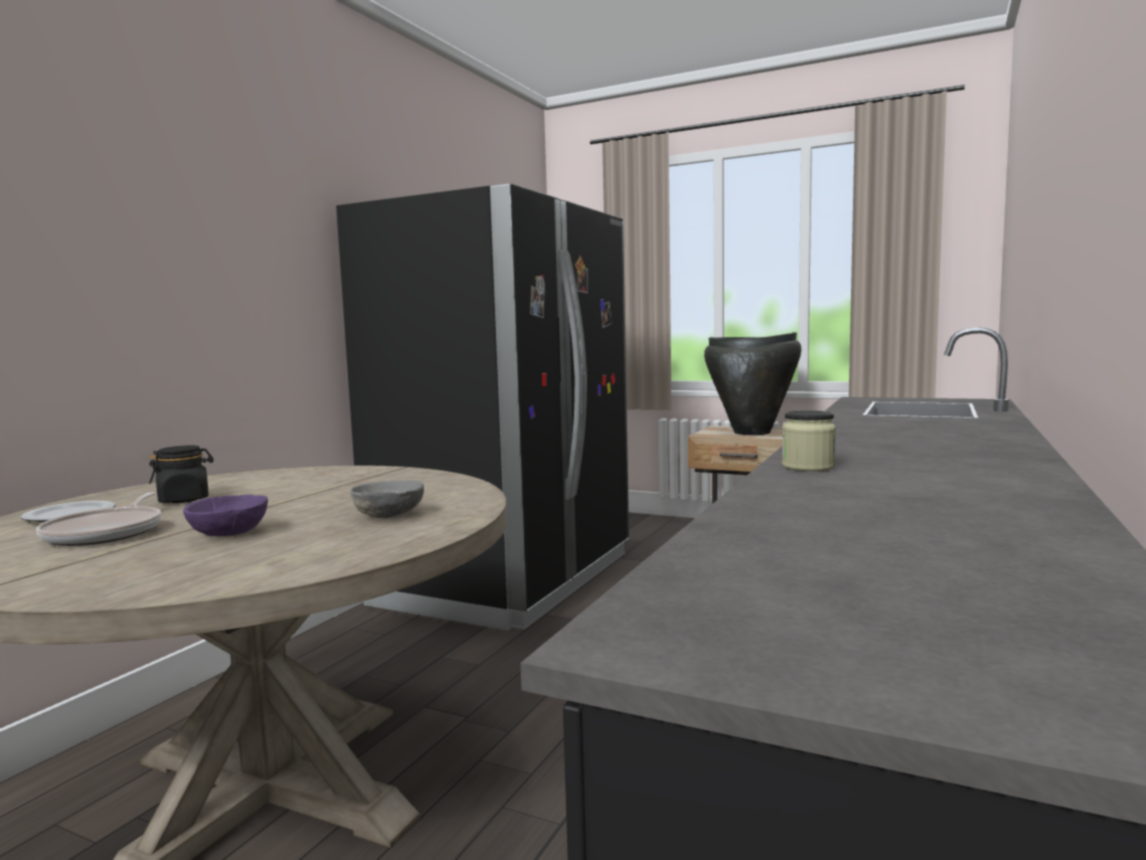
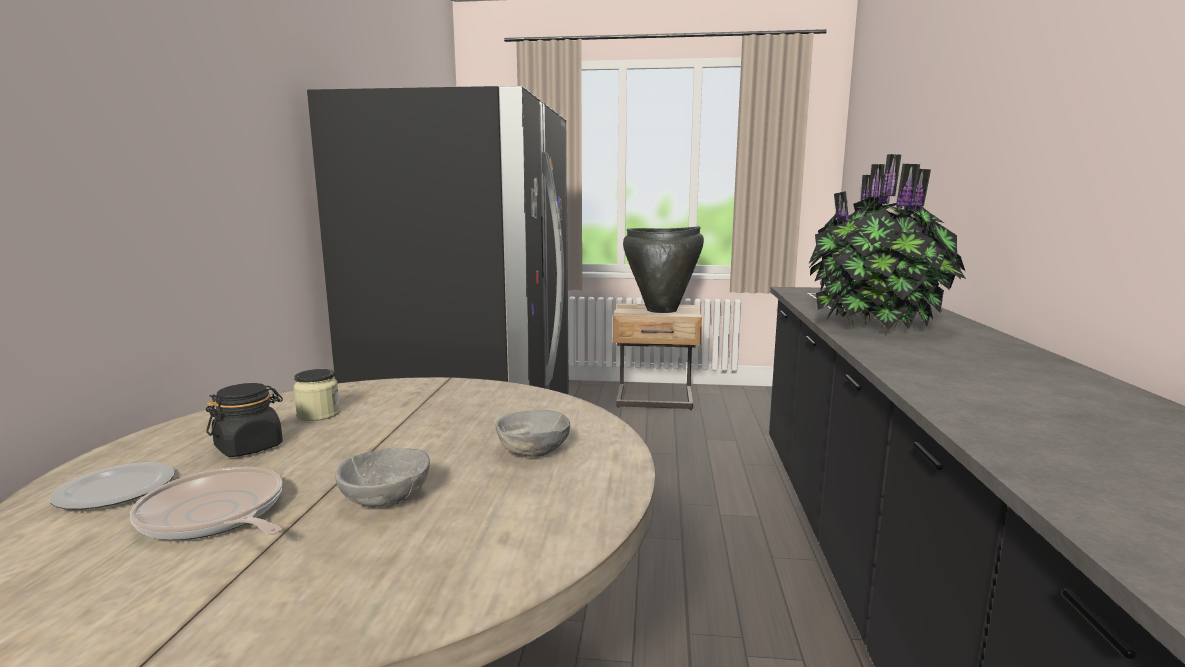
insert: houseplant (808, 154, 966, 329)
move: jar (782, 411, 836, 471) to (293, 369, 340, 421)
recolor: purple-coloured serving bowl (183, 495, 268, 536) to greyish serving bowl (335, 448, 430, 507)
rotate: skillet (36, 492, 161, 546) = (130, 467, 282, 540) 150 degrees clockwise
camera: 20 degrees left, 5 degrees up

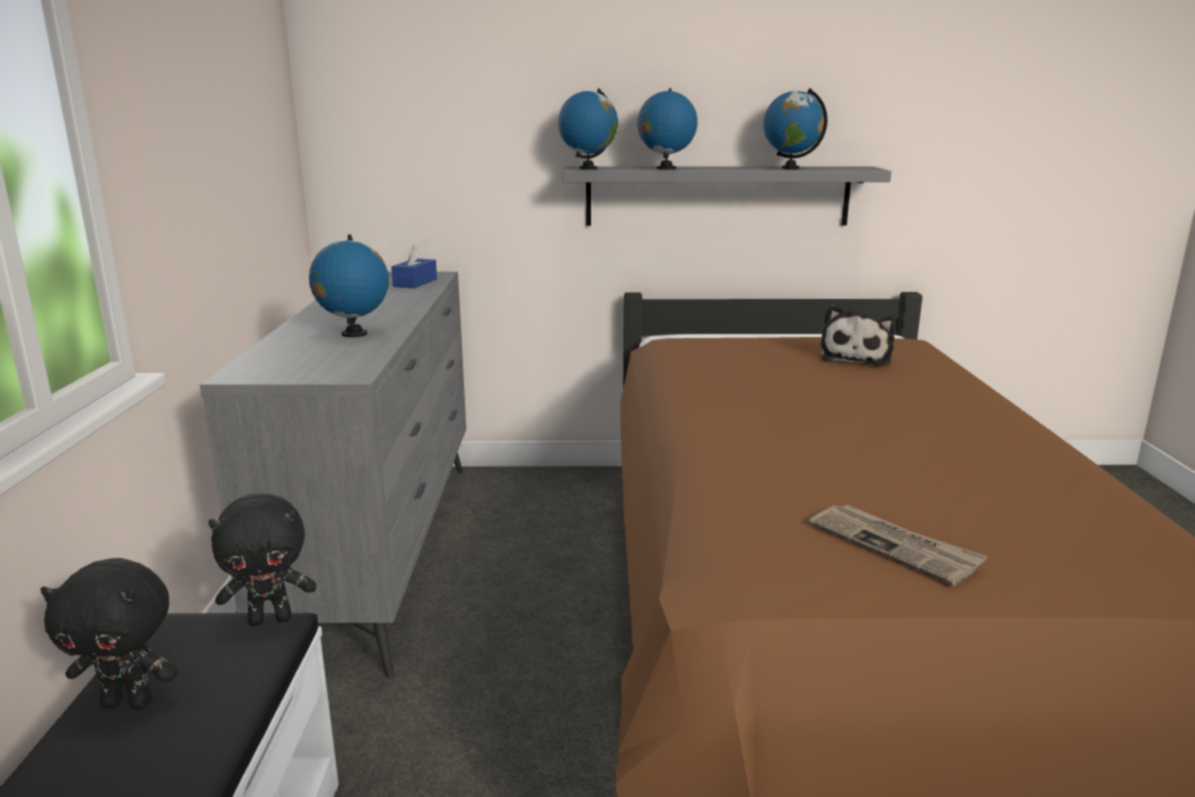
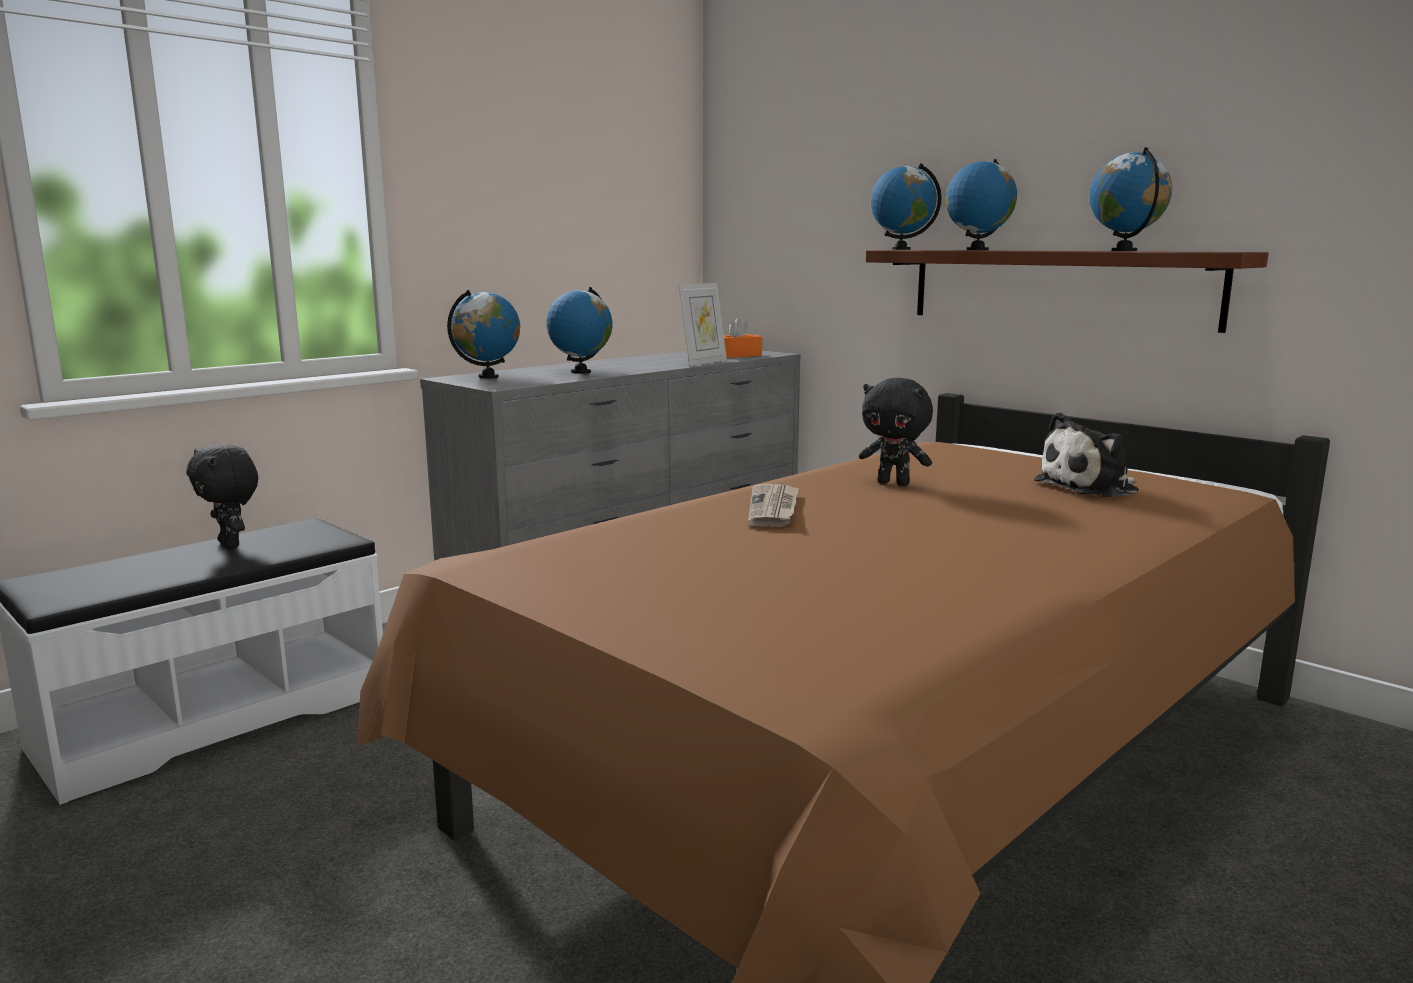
insert: globe (447, 289, 520, 378); photo frame (679, 283, 727, 366)
move: printed paper (809, 505, 988, 586) to (748, 484, 799, 527); black soft toy (208, 493, 316, 626) to (859, 378, 933, 486)
recolor: blue-coloured tissue holder (391, 243, 437, 288) to orange-coloured tissue holder (724, 317, 762, 358); greyish wall shelf (562, 166, 892, 226) to brown wall shelf (866, 250, 1269, 333)
camera: 45 degrees right, 5 degrees down

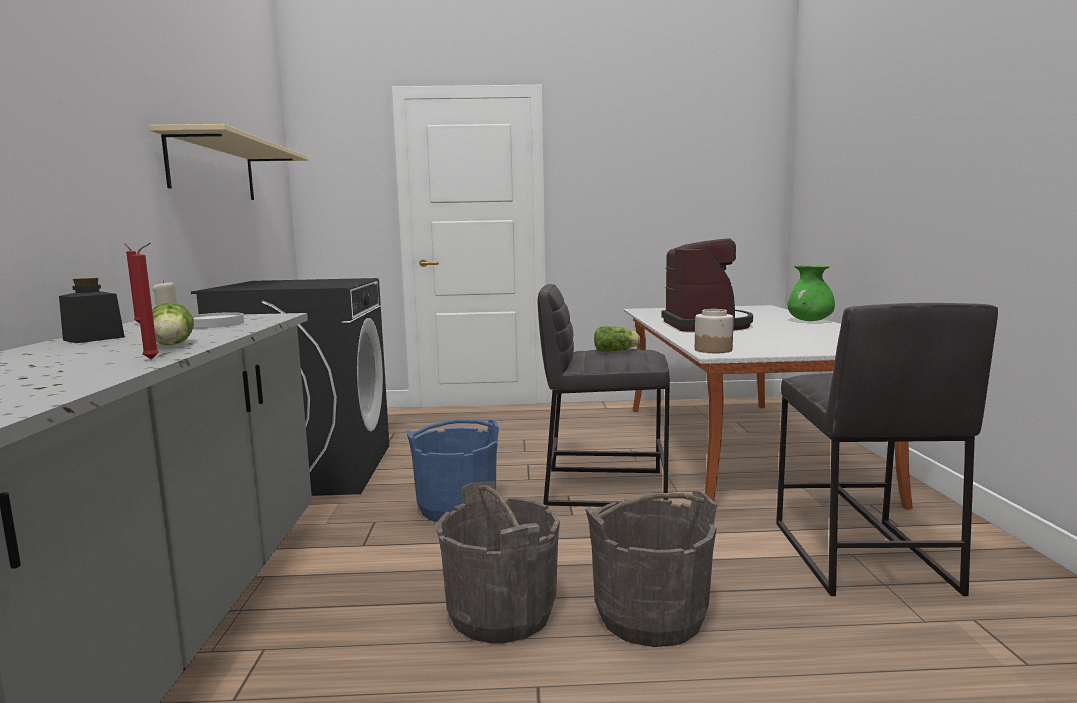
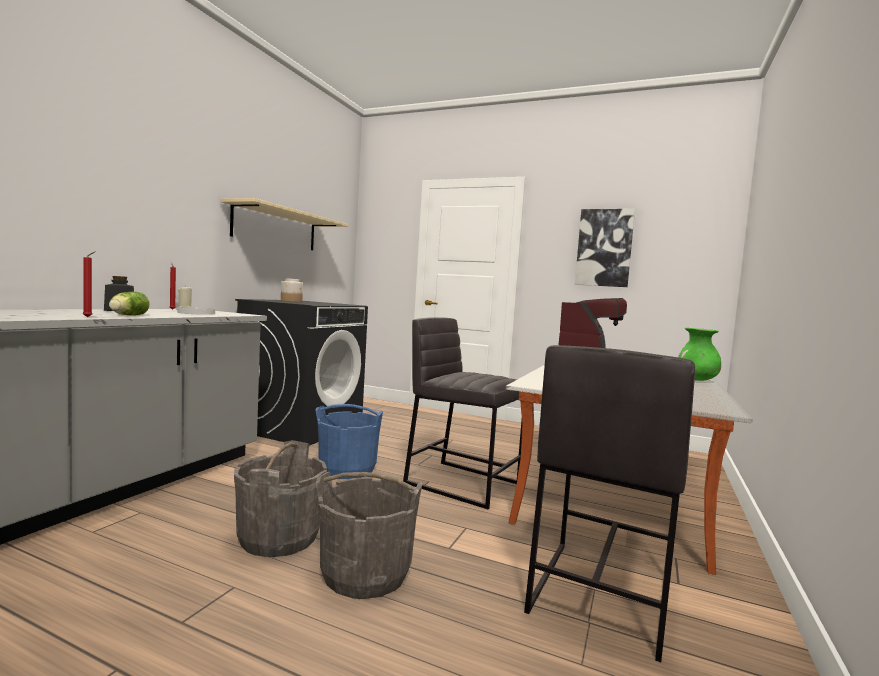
delete: lettuce head (594, 326, 640, 352)
insert: wall art (575, 209, 635, 287)
move: jar (695, 309, 734, 353) to (281, 278, 303, 302)
camera: 25 degrees right, 5 degrees down

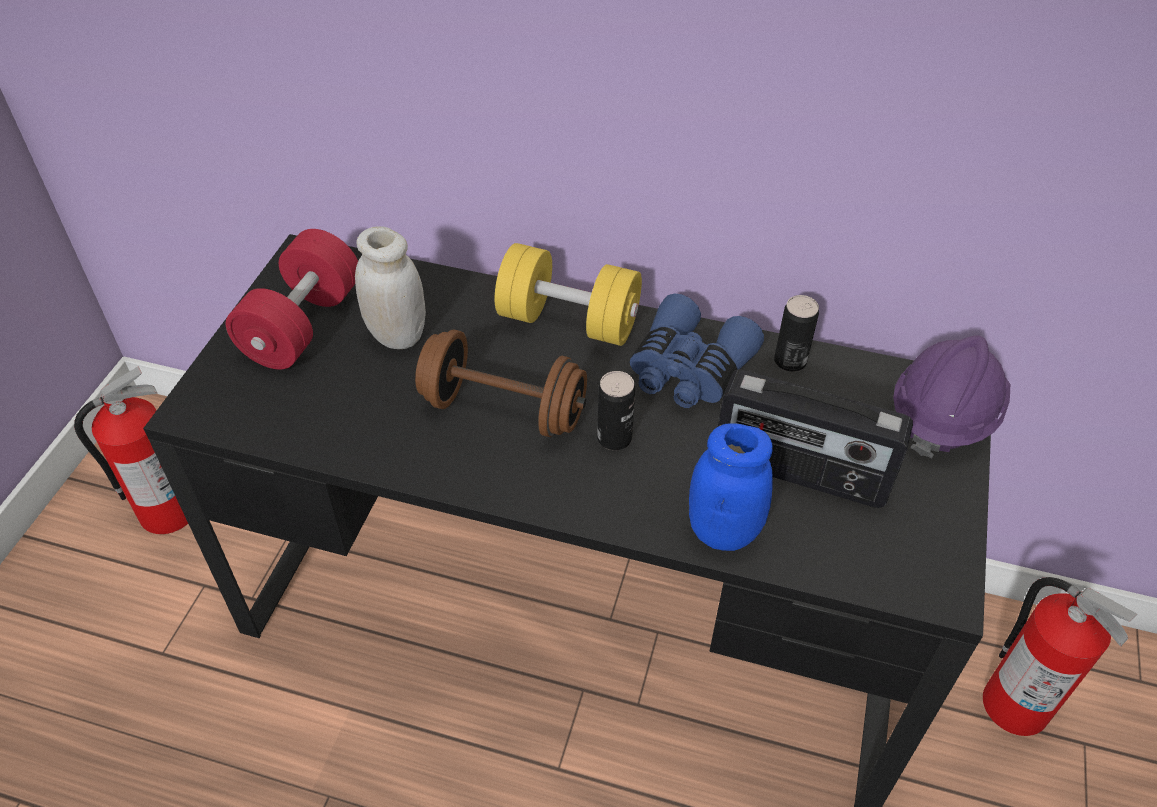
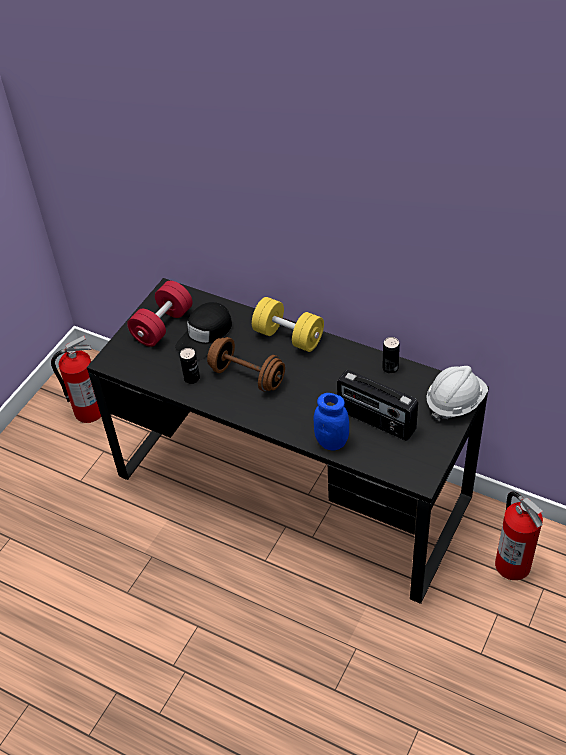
delete: blue-coloured pair of binoculars (630, 293, 764, 408)
move: can (597, 371, 635, 450) to (180, 348, 200, 384)
replace: white jar (355, 226, 426, 349) to black cap (175, 302, 232, 360)
recolor: purple-coloured work helmet (893, 335, 1010, 458) to white work helmet (426, 366, 488, 421)
camera: 15 degrees right, 0 degrees up

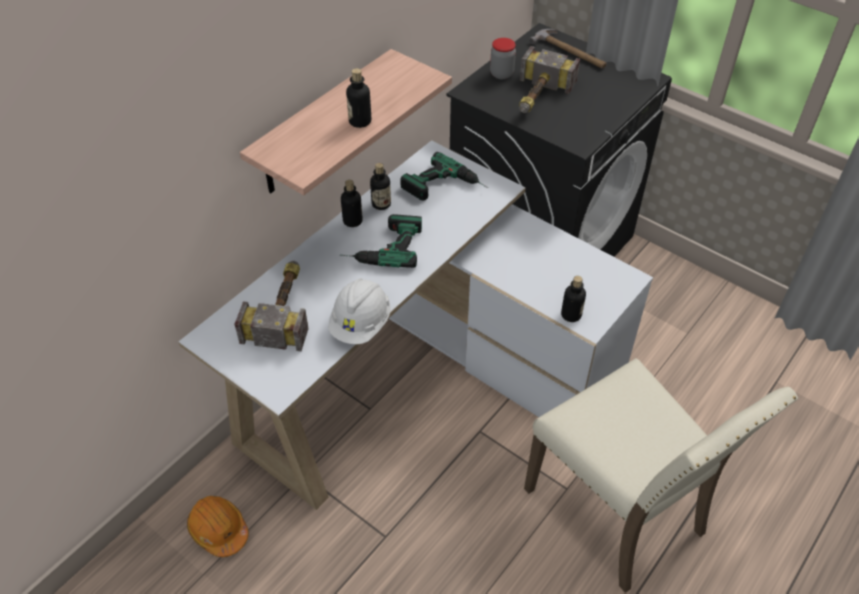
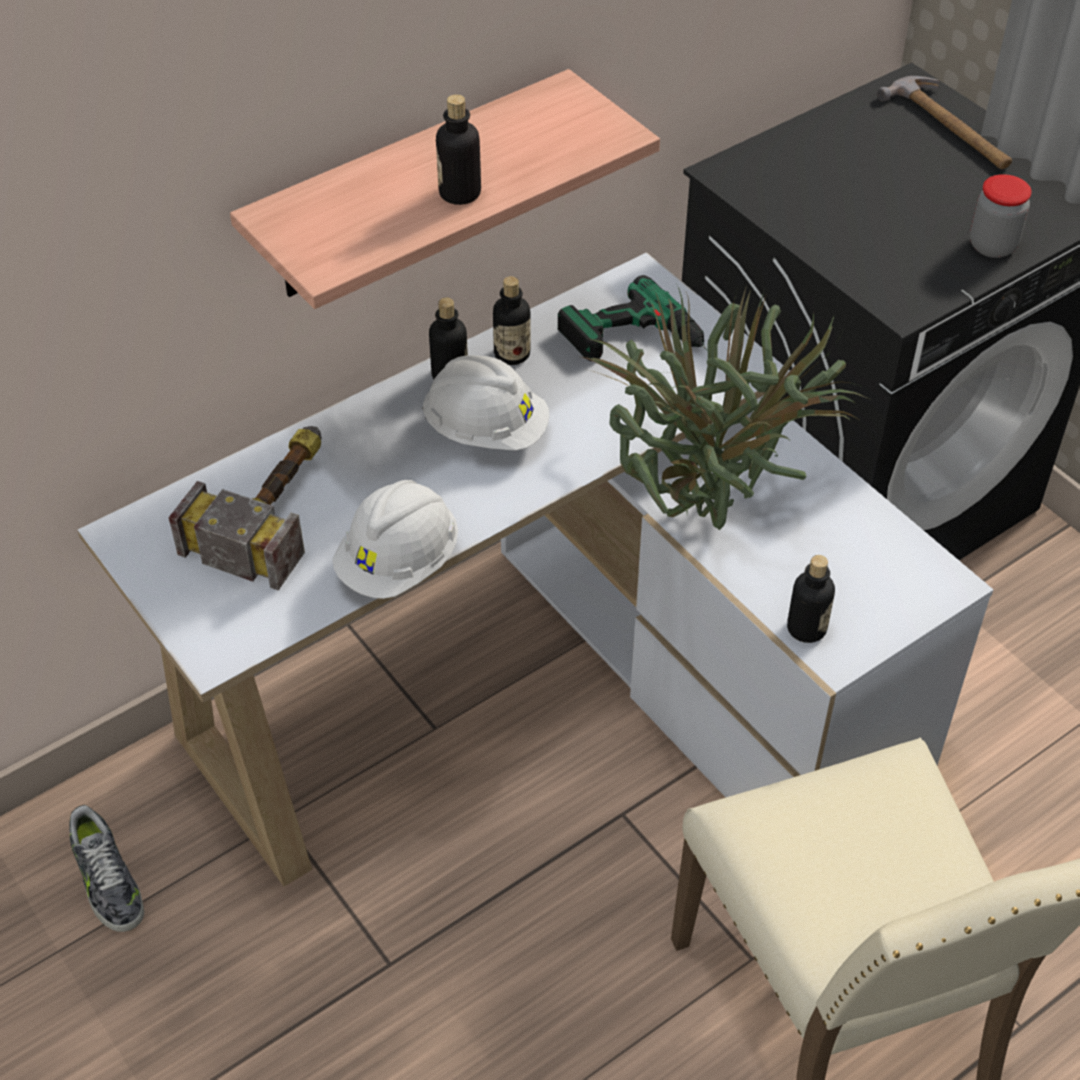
delete: hand hammer (519, 46, 580, 113)
insert: houseplant (578, 285, 869, 530)
move: jar (490, 38, 516, 79) to (970, 174, 1032, 258)
replace: orange-coloured work helmet (187, 496, 249, 557) to item of footwear (69, 805, 144, 932); drill (340, 214, 422, 268) to white work helmet (422, 356, 549, 451)
camera: 15 degrees right, 0 degrees up

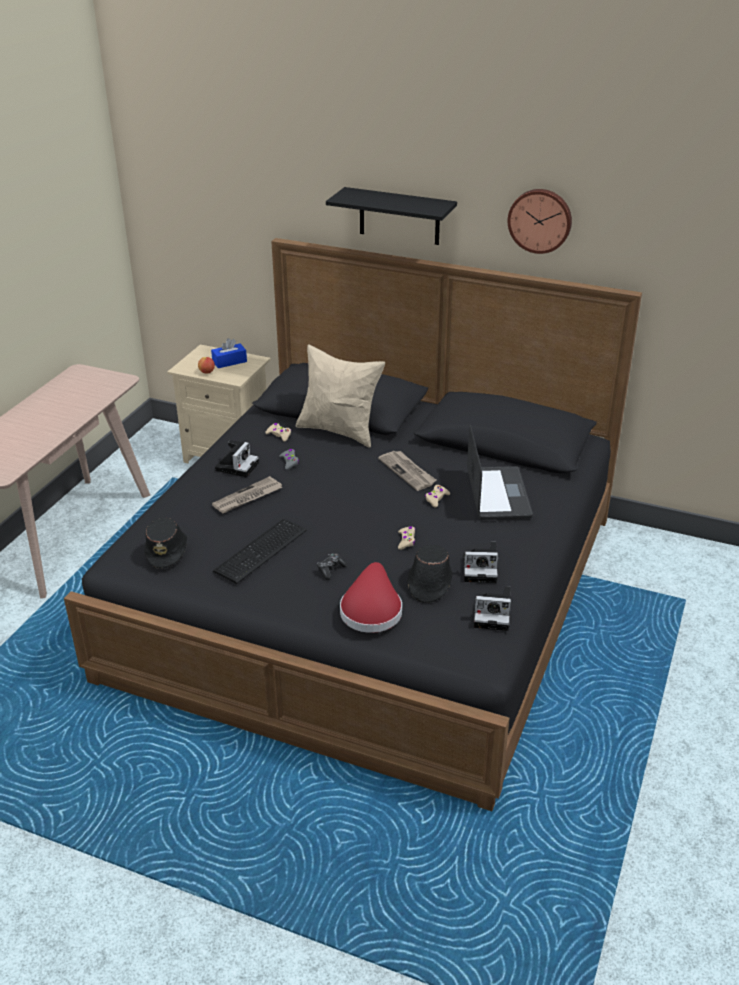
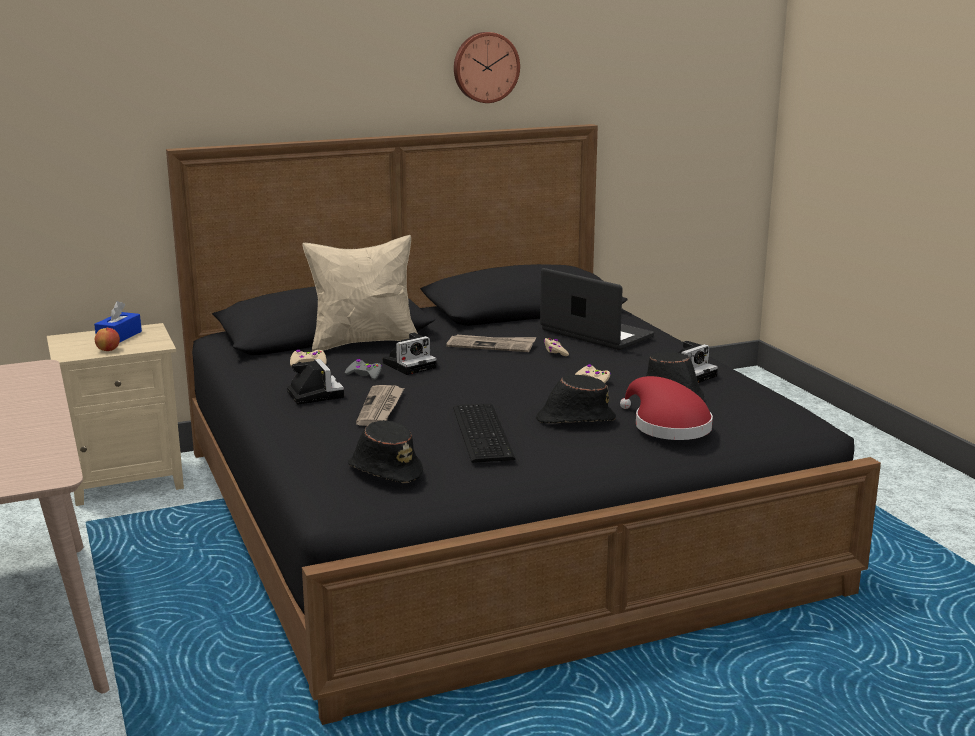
delete: black wall shelf (326, 187, 457, 245)
move: still camera (474, 586, 511, 631) to (383, 332, 437, 375)
replace: joypad (317, 553, 348, 580) to black wearable hat (536, 375, 616, 423)
camera: 45 degrees left, 15 degrees down

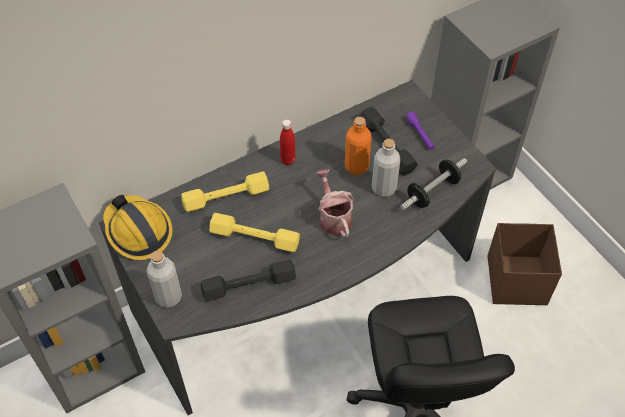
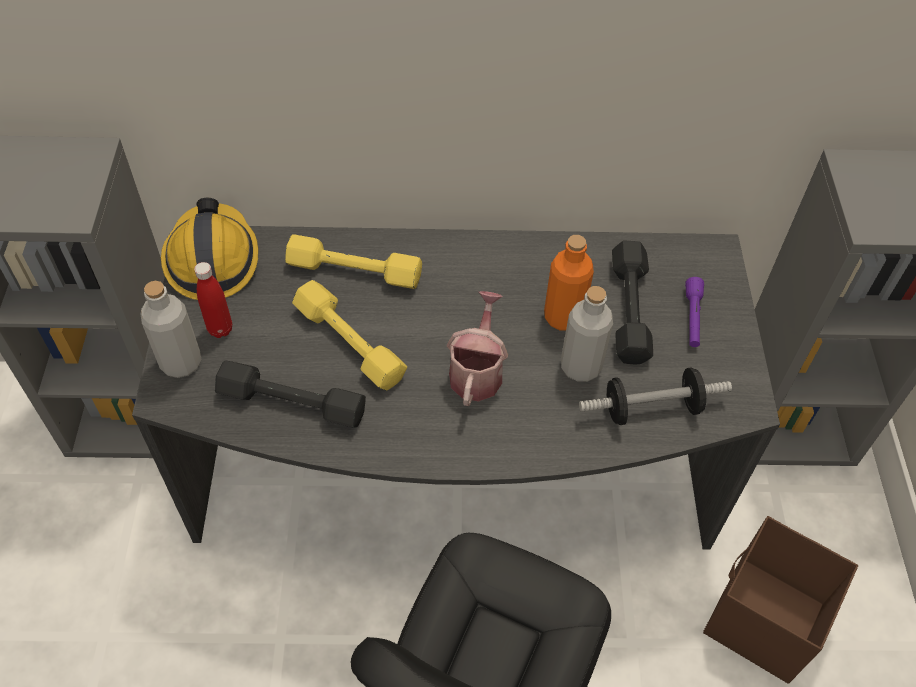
move: red drink bottle (280, 119, 296, 165) to (194, 262, 232, 338)
camera: 30 degrees right, 0 degrees up

